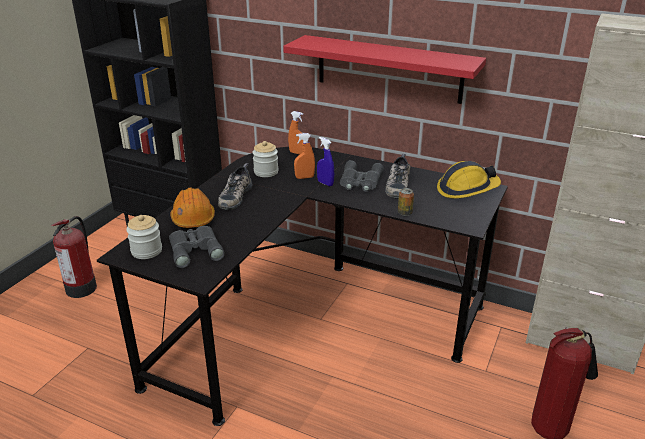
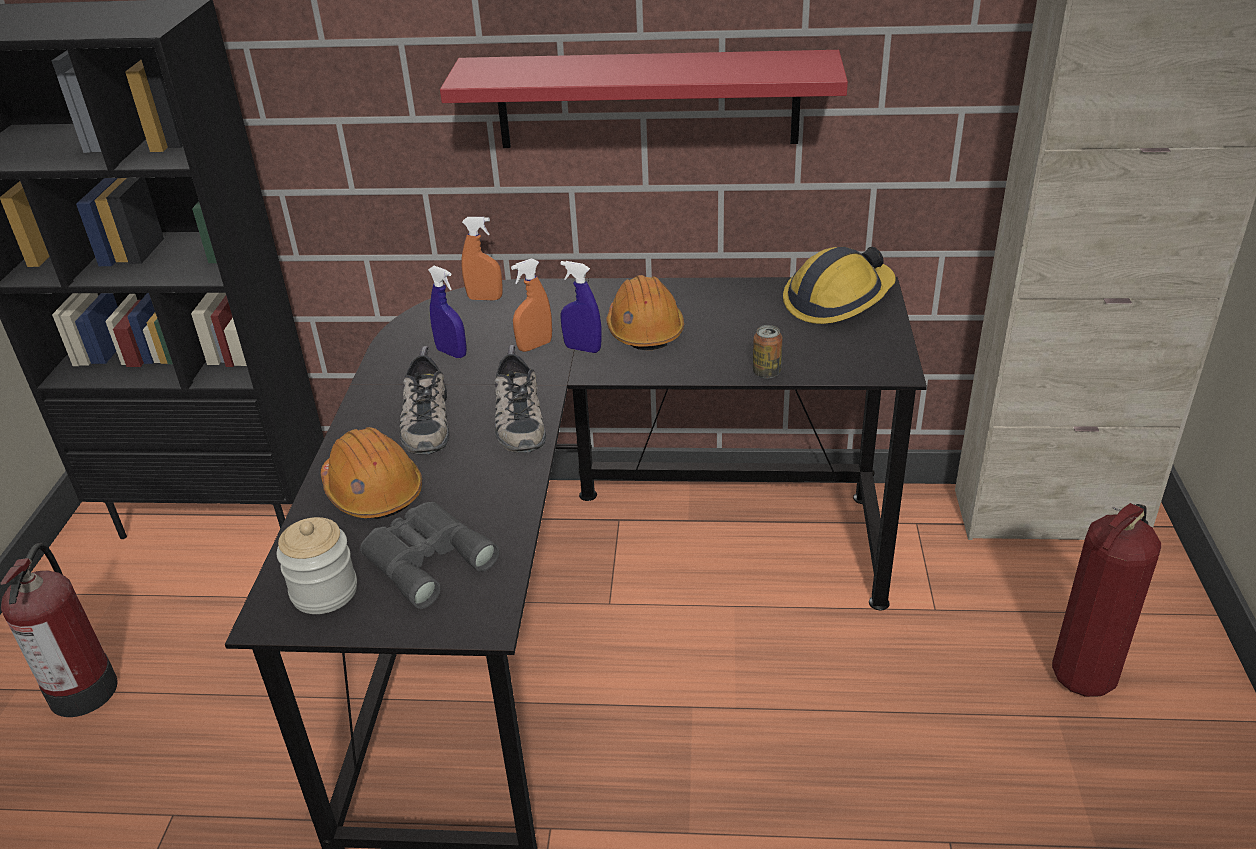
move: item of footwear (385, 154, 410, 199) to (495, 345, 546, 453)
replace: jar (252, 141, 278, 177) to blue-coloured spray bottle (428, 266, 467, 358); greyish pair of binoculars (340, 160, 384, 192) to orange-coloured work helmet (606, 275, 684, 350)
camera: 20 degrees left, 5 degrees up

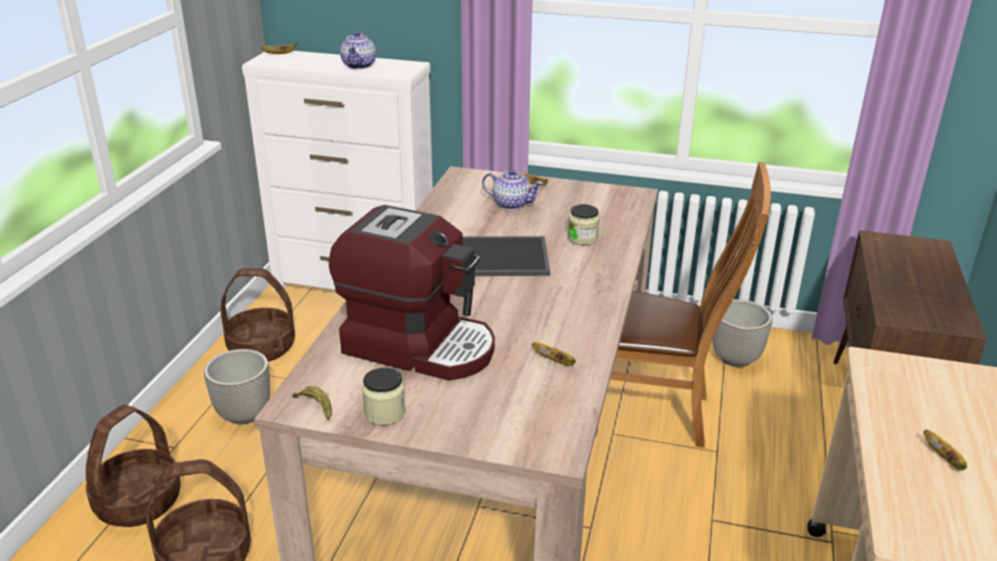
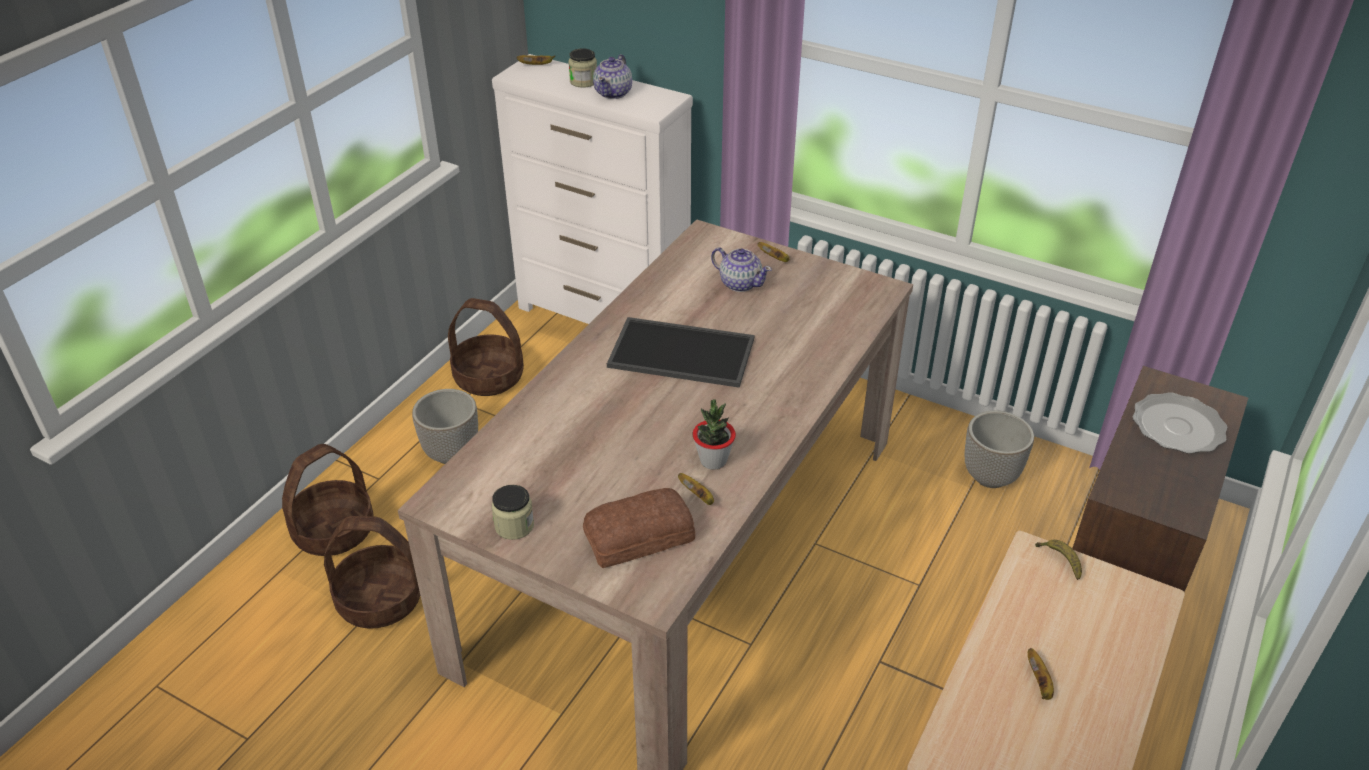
delete: coffee maker (329, 205, 495, 381); brown upright chair (596, 162, 771, 448)
insert: baked bread (583, 488, 695, 568); houseplant (693, 399, 736, 469); plate (1133, 392, 1227, 454)
move: jar (568, 204, 600, 245) to (569, 48, 597, 88); banana fruit (292, 386, 332, 419) to (1035, 540, 1082, 580)
camera: 15 degrees right, 10 degrees up

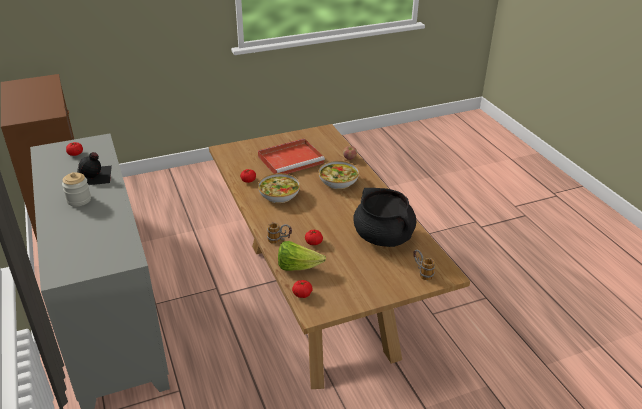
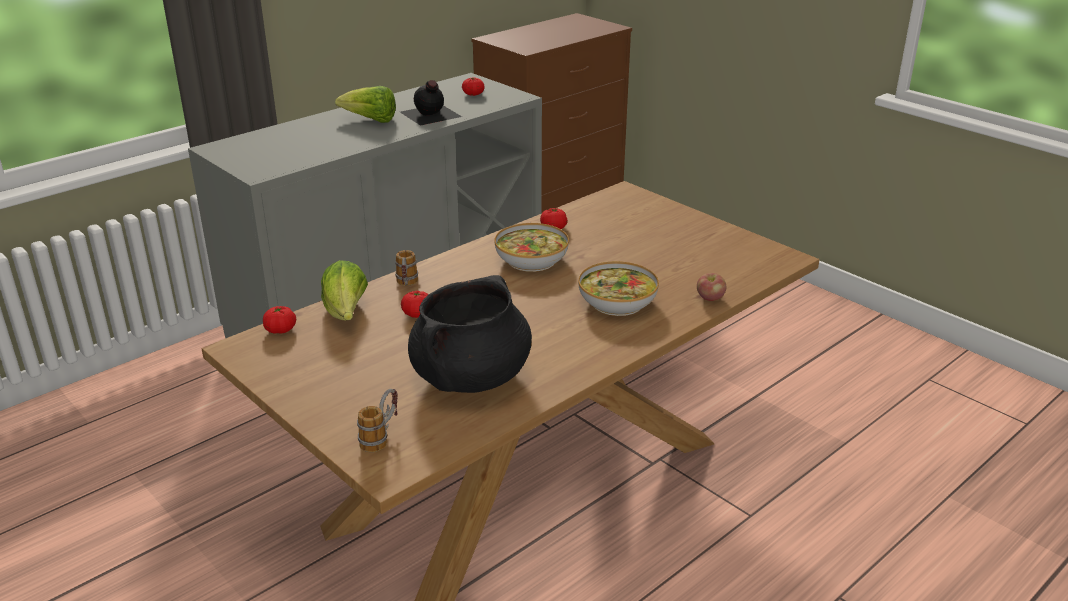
delete: red serving tray (258, 139, 325, 174)
replace: jar (62, 172, 91, 206) to lettuce head (335, 86, 396, 123)
camera: 70 degrees right, 5 degrees down

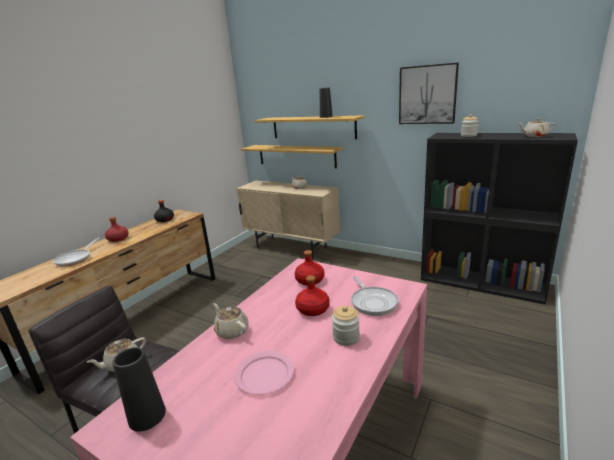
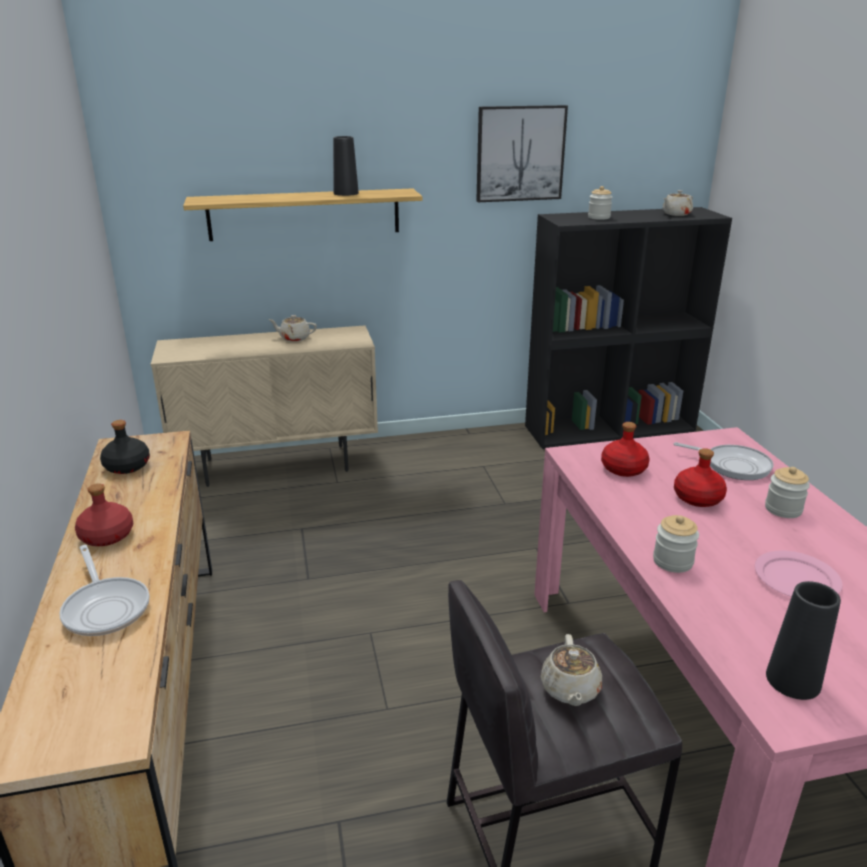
delete: wall shelf (241, 145, 343, 168)
replace: beige tea pot (213, 303, 249, 339) to jar (653, 515, 699, 573)
camera: 45 degrees left, 5 degrees up

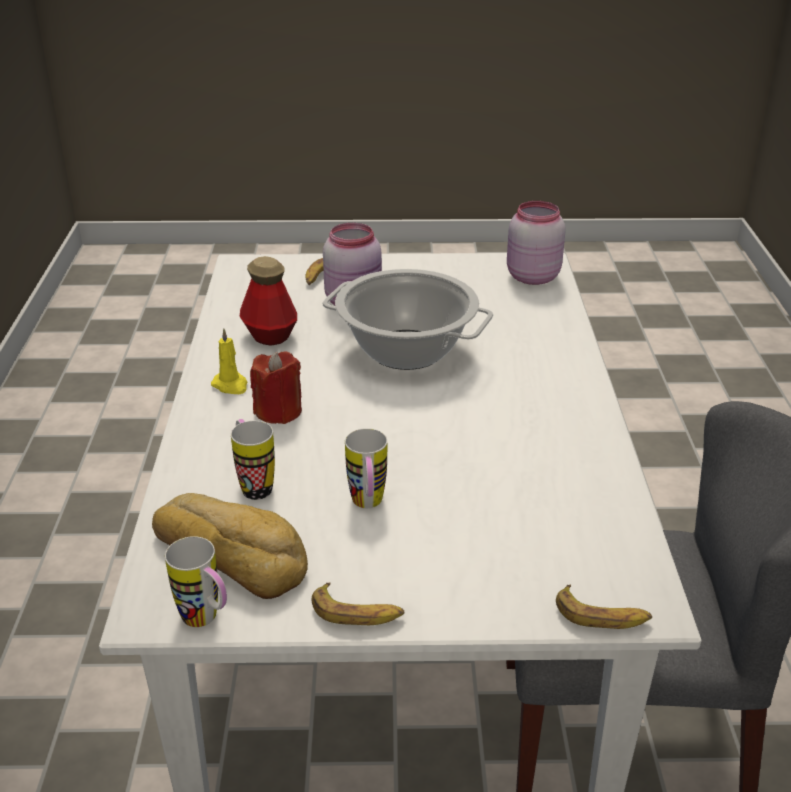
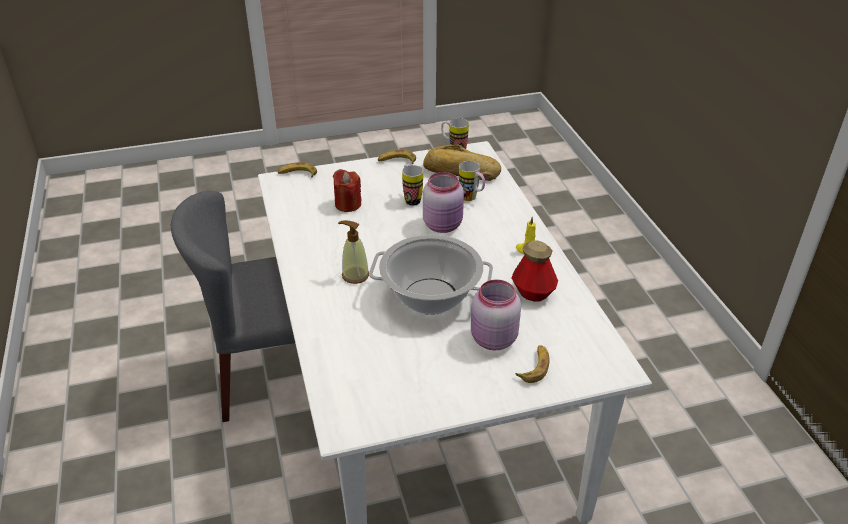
insert: soap dispenser (338, 220, 369, 284)
move: red candle (250, 351, 302, 424) to (333, 169, 362, 212); pink-coloured jar (507, 201, 566, 285) to (423, 172, 464, 233)
camera: 165 degrees right, 5 degrees up

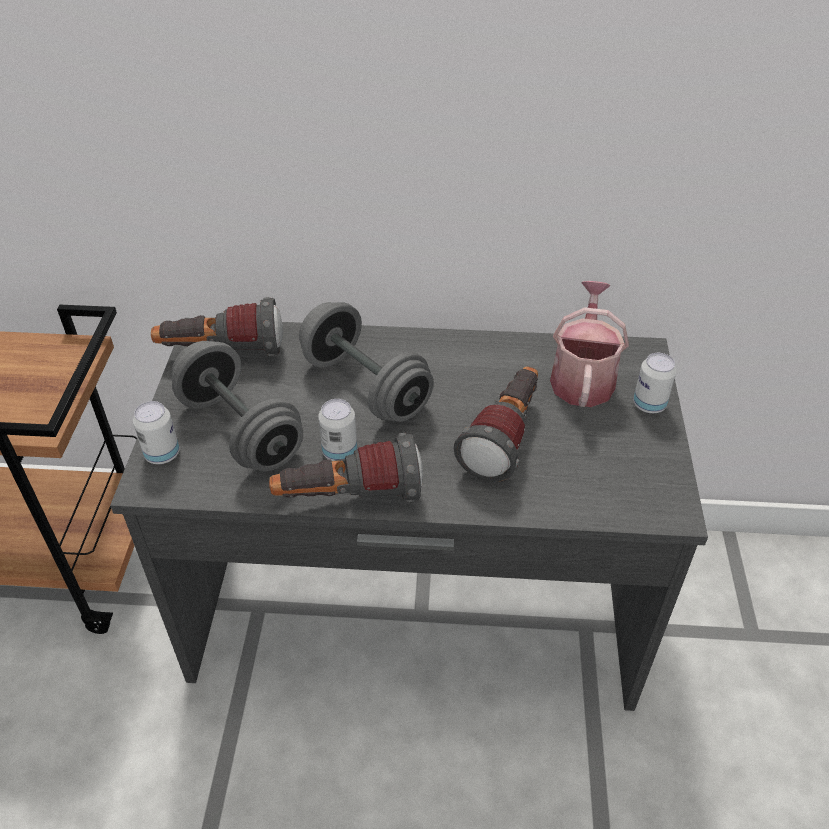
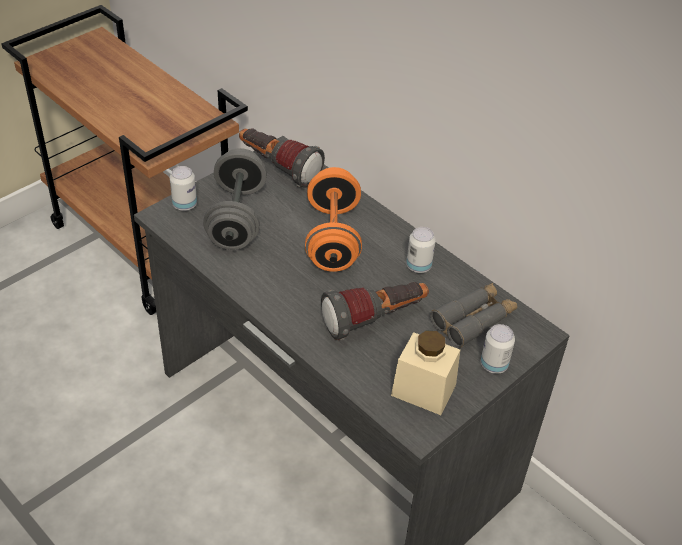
delete: hand torch (269, 433, 423, 502)
insert: beige jar (391, 330, 460, 415)
move: can (318, 399, 357, 461) to (406, 227, 436, 273)
replace: watering pot (550, 281, 629, 407) to greyish pair of binoculars (430, 283, 517, 348)
recolor: greyish hand weight (299, 302, 434, 422) to orange-coloured hand weight (305, 167, 362, 272)
camera: 40 degrees right, 0 degrees up

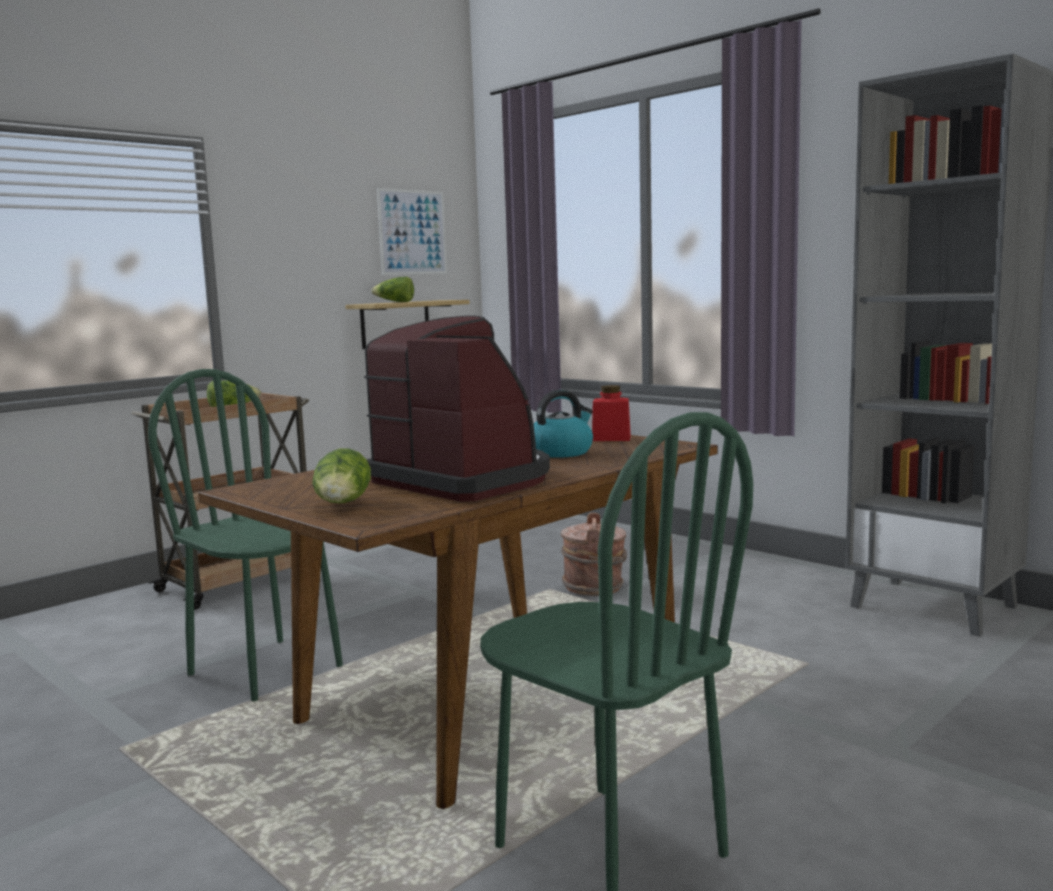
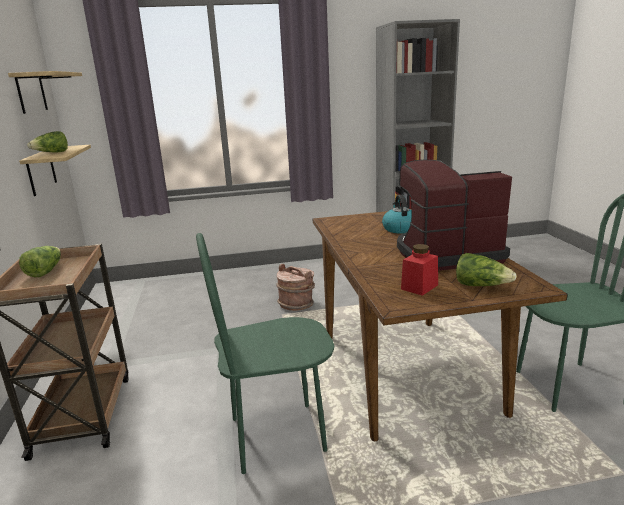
move: red jar (592, 385, 631, 441) to (401, 244, 438, 296)
replace: wall art (377, 188, 447, 275) to wall shelf (8, 71, 82, 114)
camera: 55 degrees left, 10 degrees up

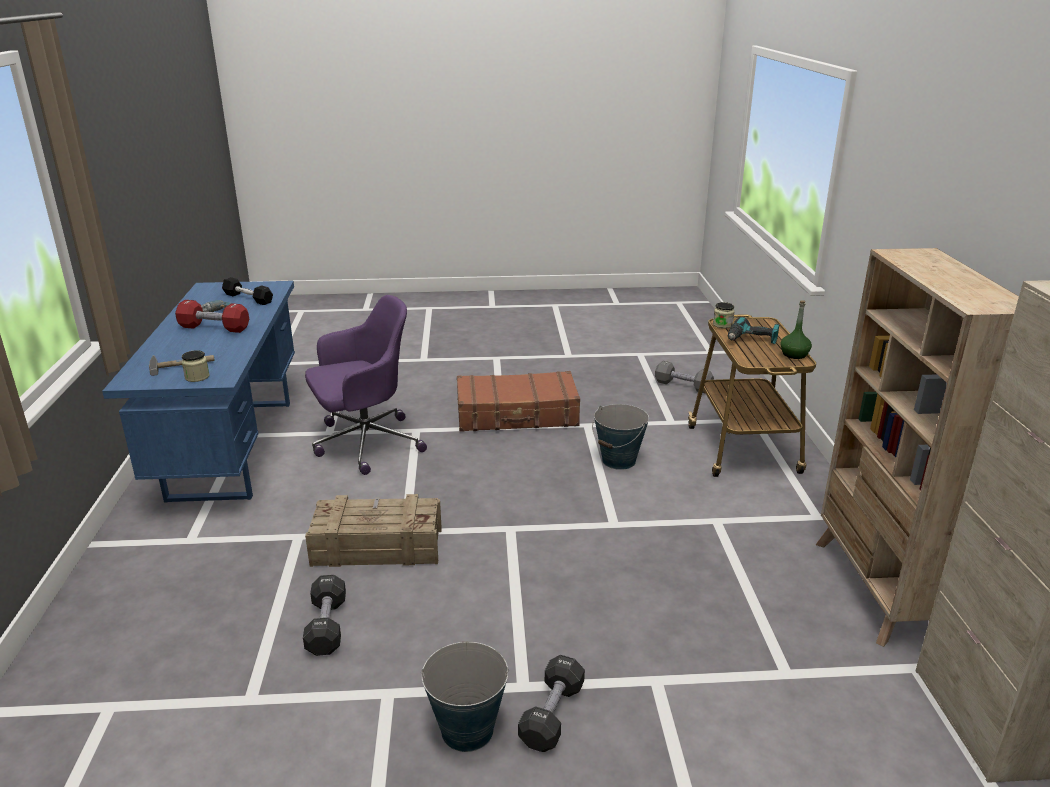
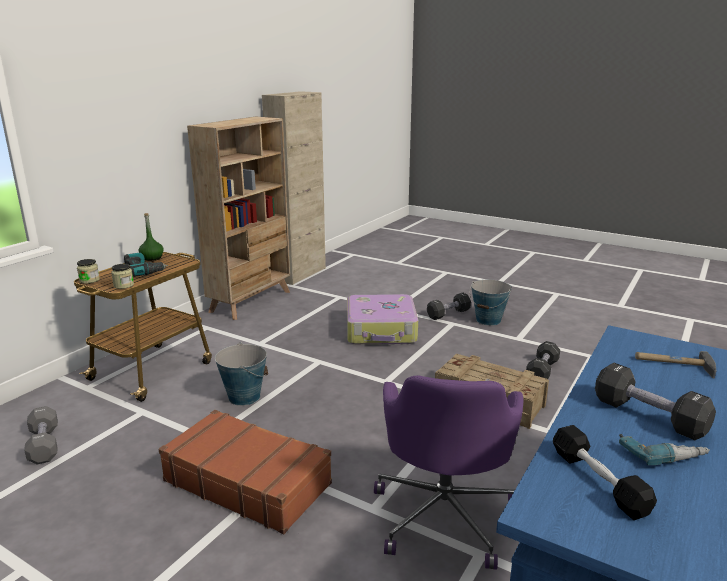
insert: piece of luggage (347, 294, 418, 344)
move: jar (182, 350, 209, 382) to (77, 259, 100, 284)
recolor: red hand weight (175, 300, 249, 333) to black hand weight (595, 363, 716, 440)
rotate: purple-coloured desk chair (305, 295, 427, 475) = (374, 375, 523, 570) 90 degrees counterclockwise
camera: 145 degrees left, 5 degrees down

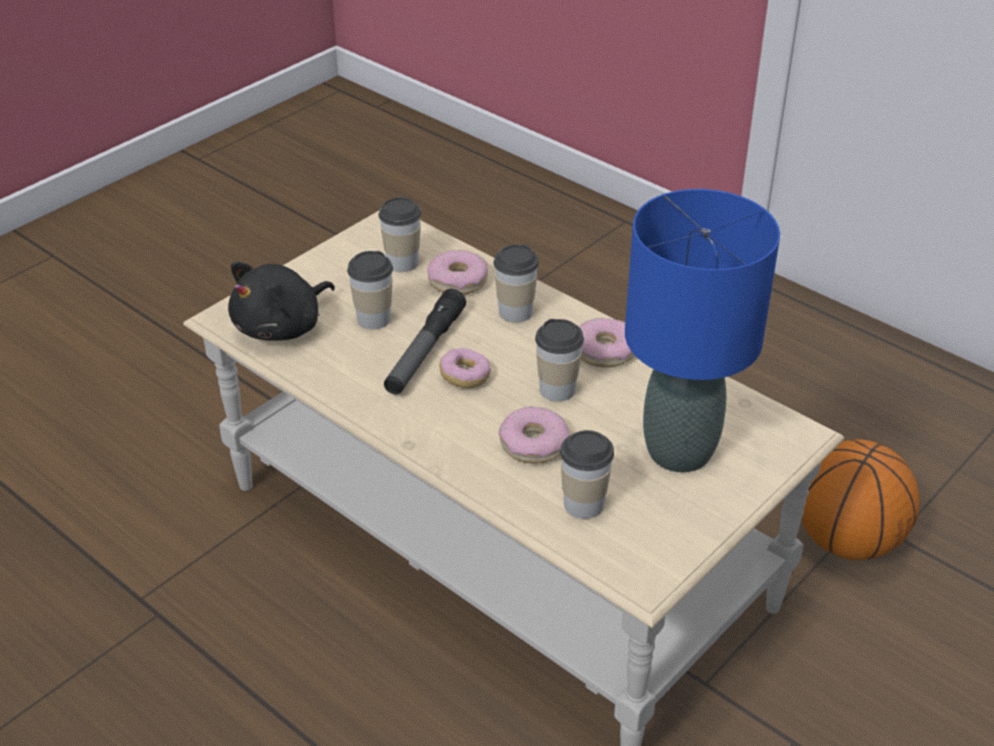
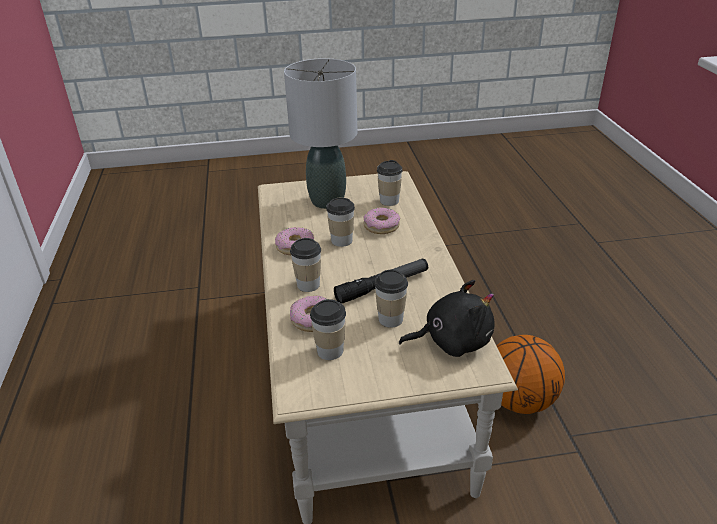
delete: doughnut (439, 348, 491, 388)
move: ball for basketball (801, 439, 920, 560) to (497, 335, 565, 414)
recolor: blue-coloured lamp for a table (625, 189, 780, 472) to greyish lamp for a table (284, 58, 358, 209)
camera: 140 degrees left, 5 degrees down

